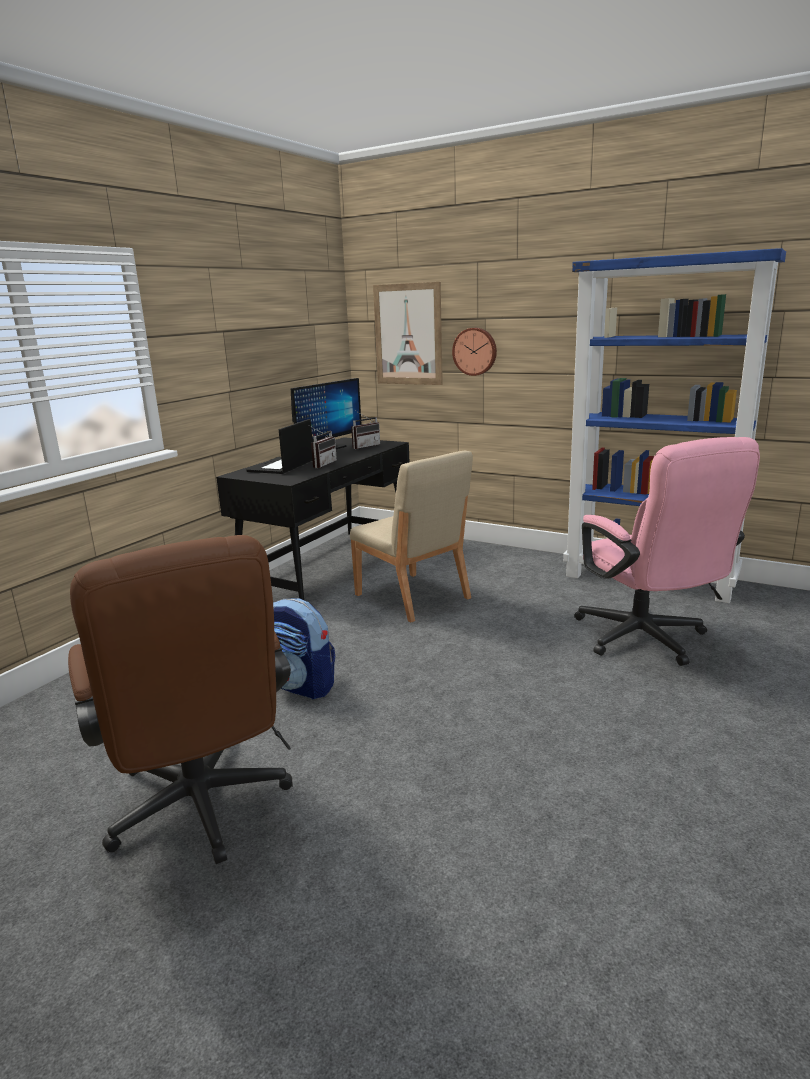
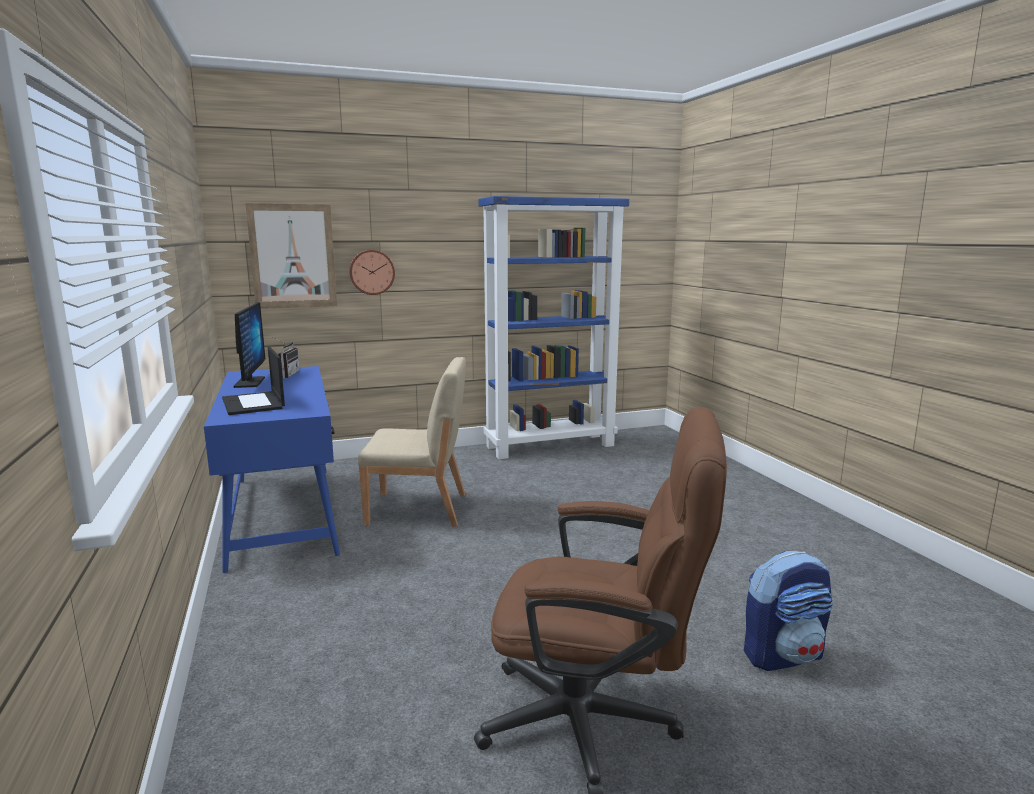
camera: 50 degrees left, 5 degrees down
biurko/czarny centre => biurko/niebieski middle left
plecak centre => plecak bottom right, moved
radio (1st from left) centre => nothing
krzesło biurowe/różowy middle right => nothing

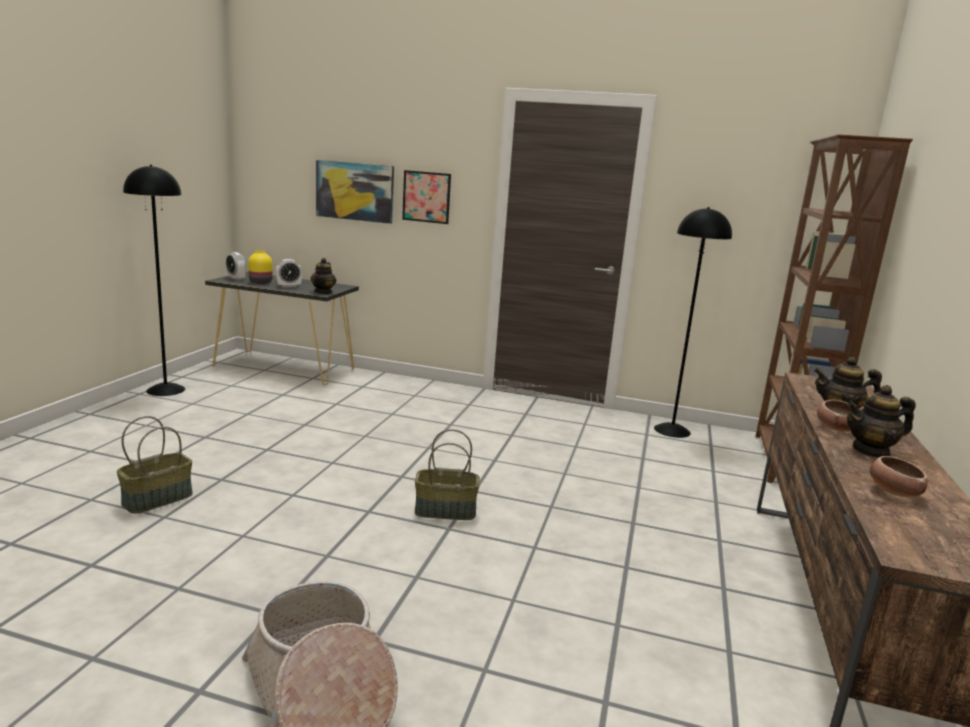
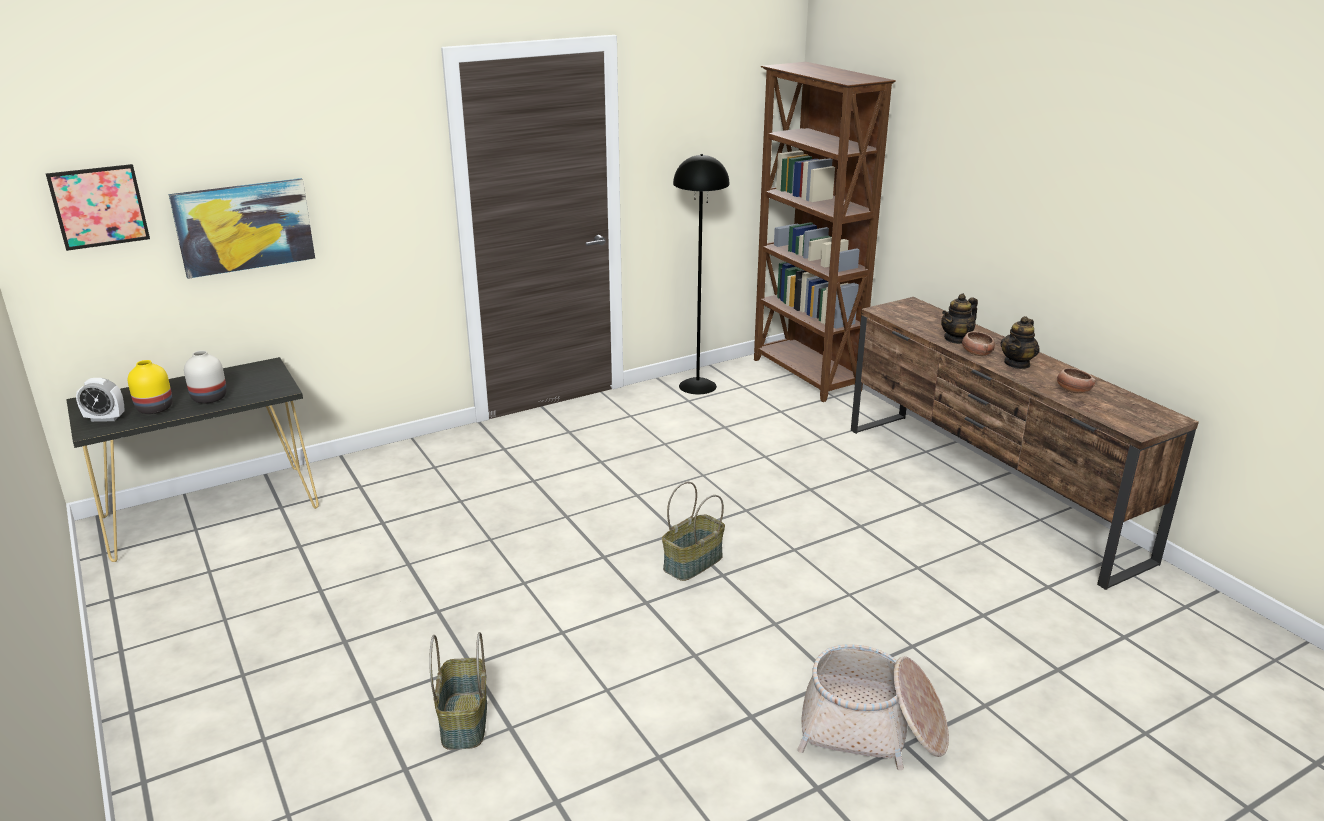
camera: 45 degrees left, 10 degrees up
obraz (2nd from left in the first image) top centre => obraz (1st from left) top left, moved
budzik (2nd from left) middle left => wazon/biały middle left
lampa stojąca/czarny (1st from left) middle left => nothing
imbryk (1st from left) middle left => nothing

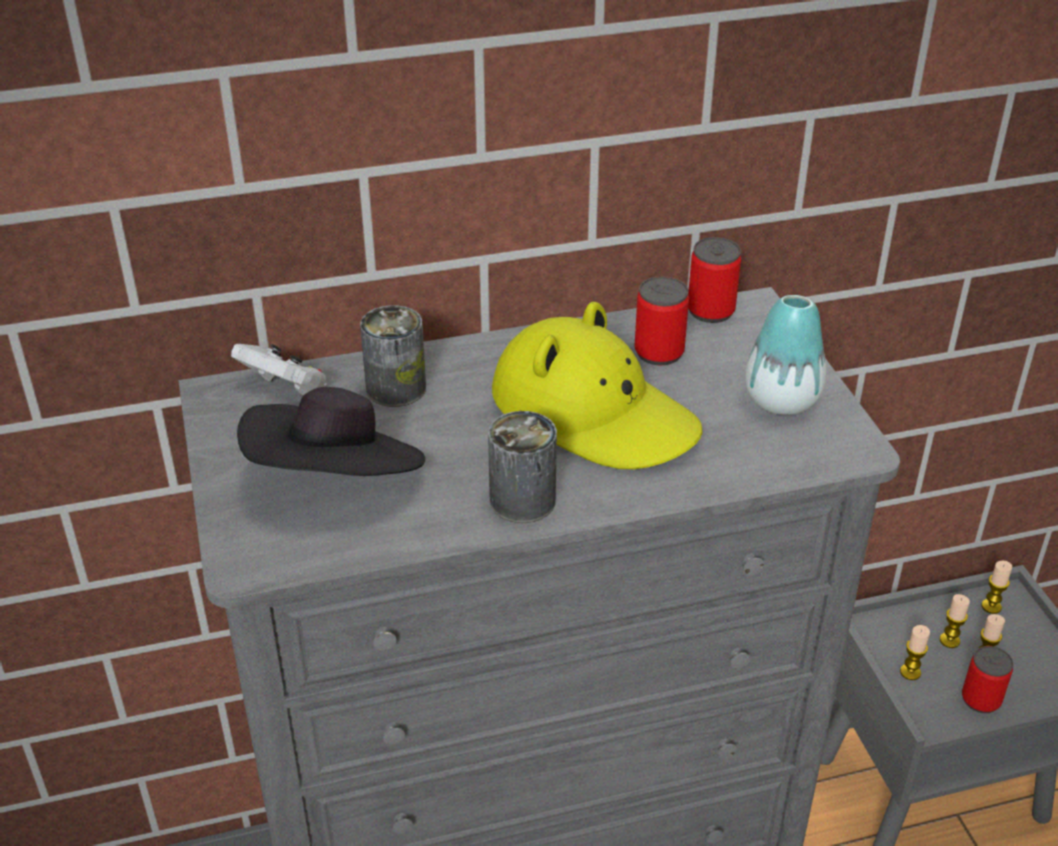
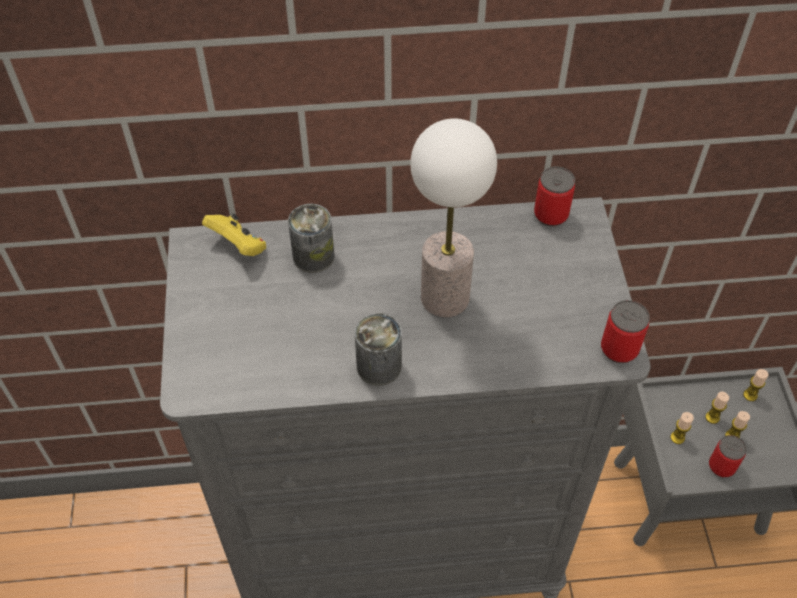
camera: 10 degrees right, 15 degrees up
pad do gier/biały middle left => pad do gier/żółty middle left
kapelusz/żółty centre => lampa stołowa centre
puszka (3rd from left in the first image) centre => puszka (4th from left) middle right, moved
kapelusz/czarny middle left => nothing
wazon middle right => nothing

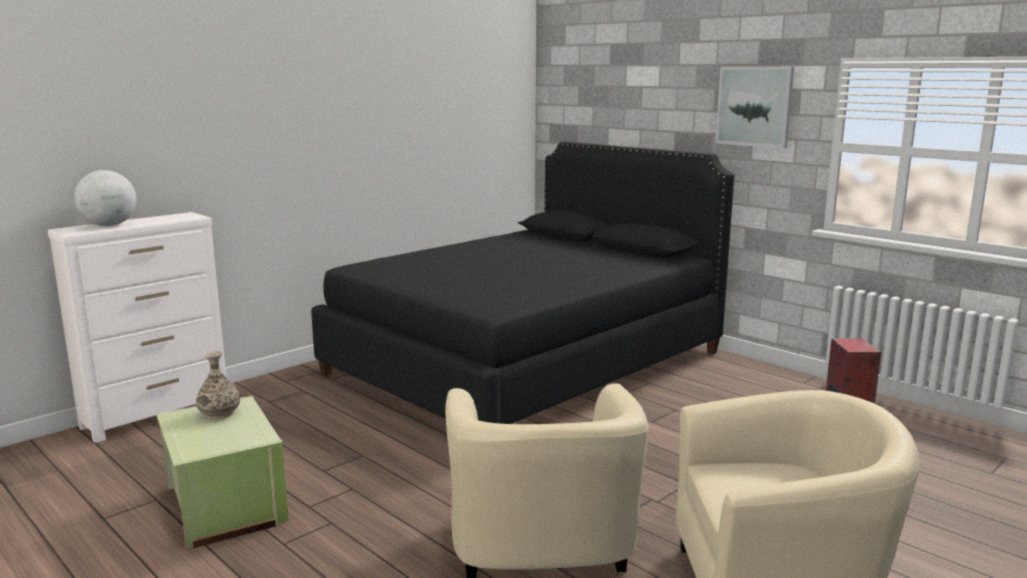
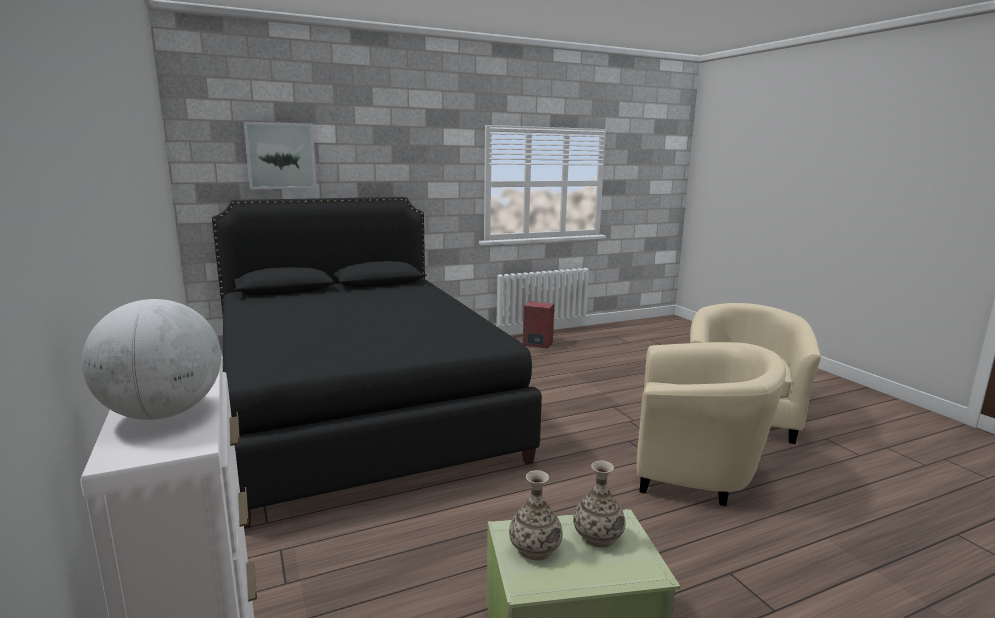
camera: 70 degrees left, 0 degrees up
obraz top right => obraz top left, moved
nothing => wazon (2nd from left) bottom centre

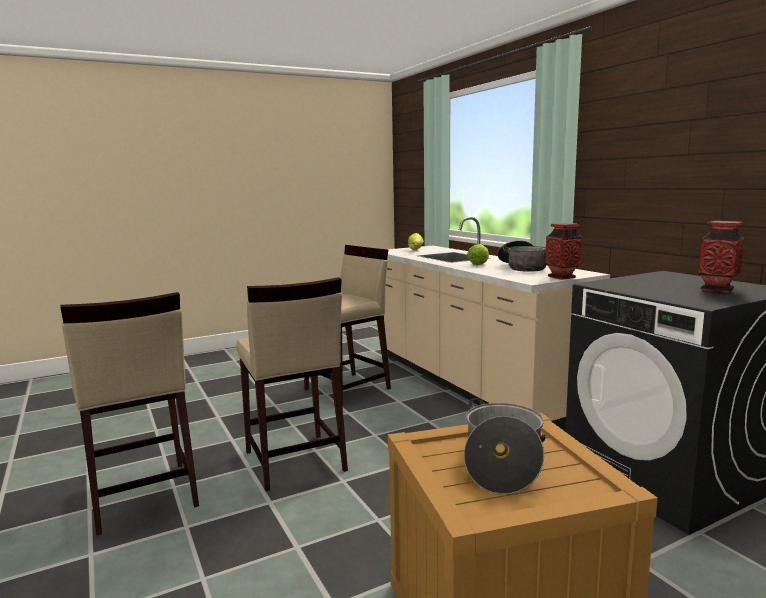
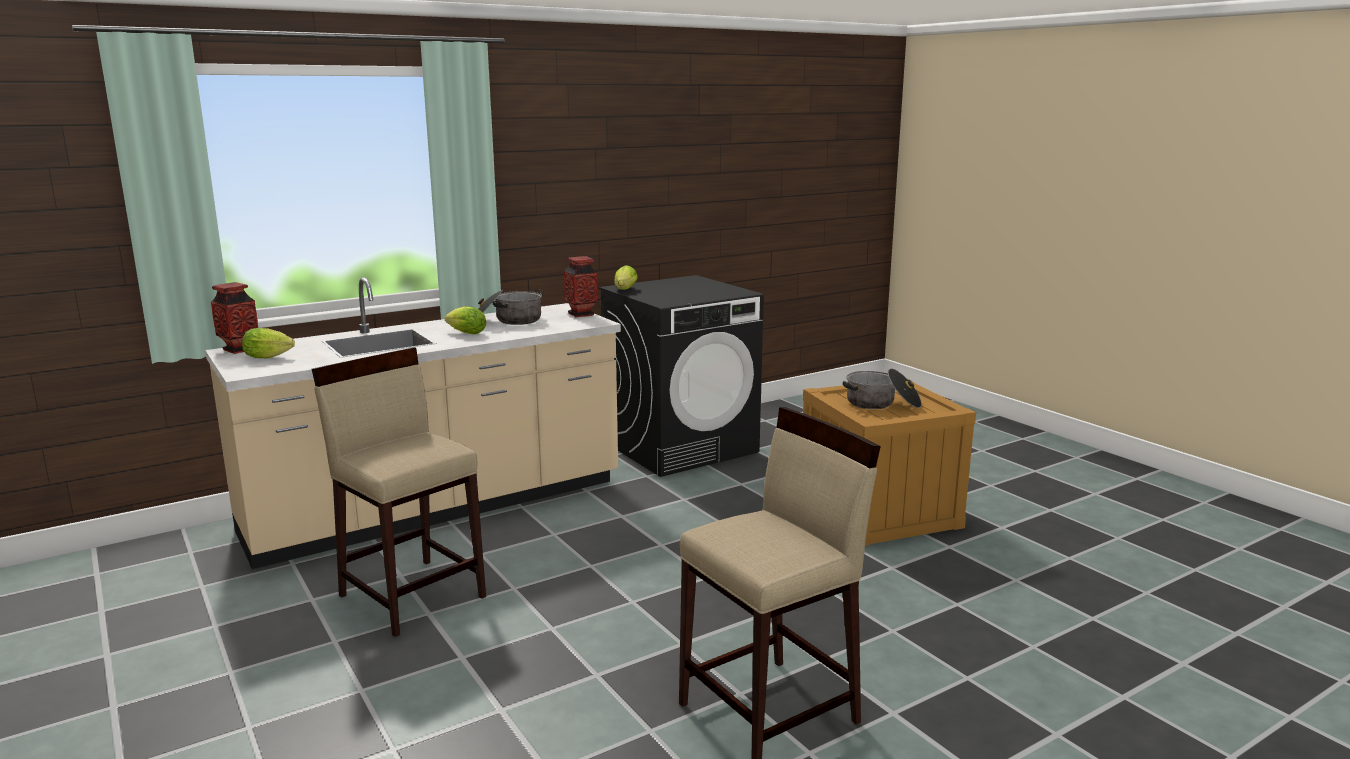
camera: 95 degrees left, 5 degrees up
wazon (2nd from left in the first image) middle right => wazon (1st from left) middle left, moved
nothing => sałata (3rd from left) centre
stołek/beżowy (2nd from left) centre => nothing

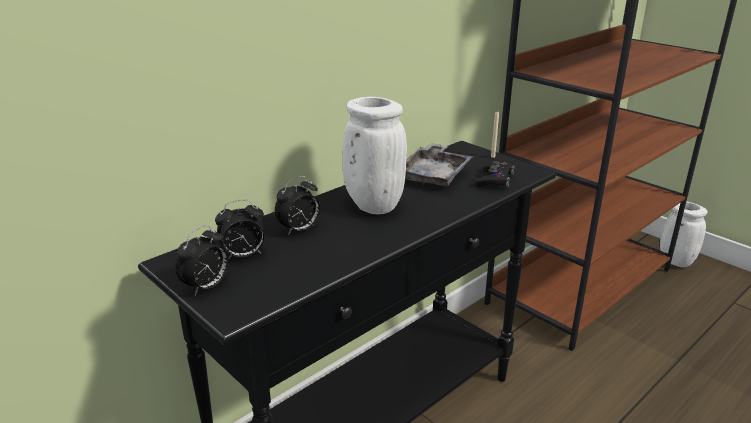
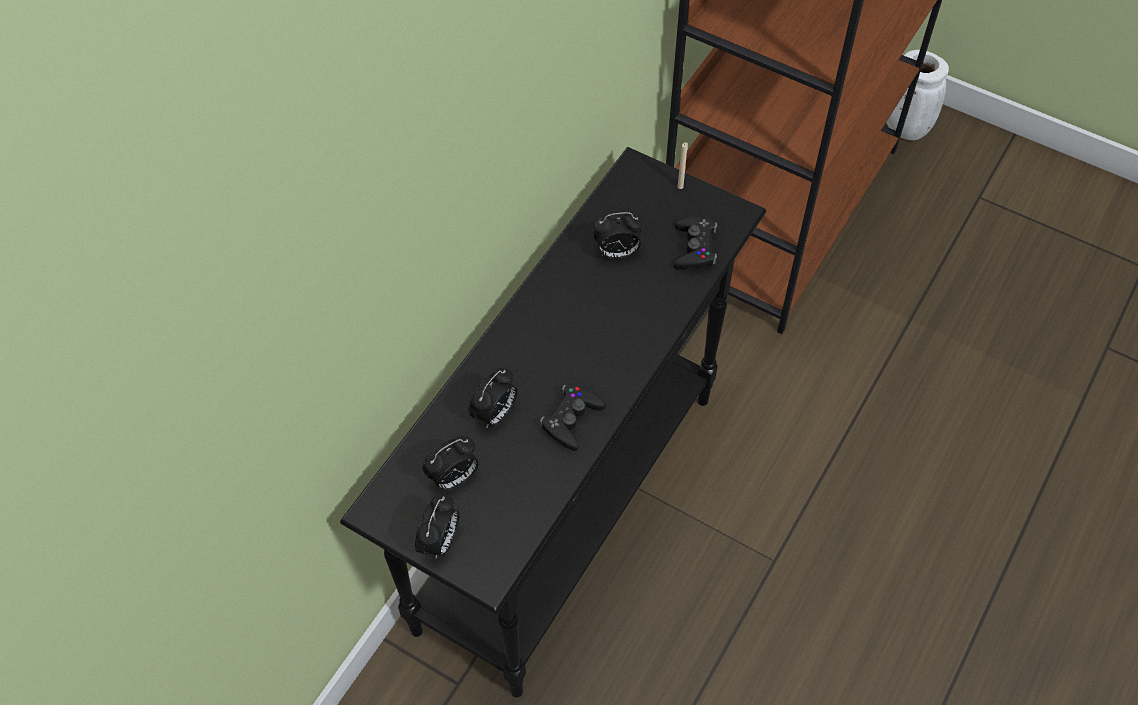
camera: 15 degrees left, 30 degrees up
nothing => pad do gier/czarny (1st from left) centre
taca/szary centre => budzik (4th from left) centre
wazon/biały (1st from left) centre => nothing

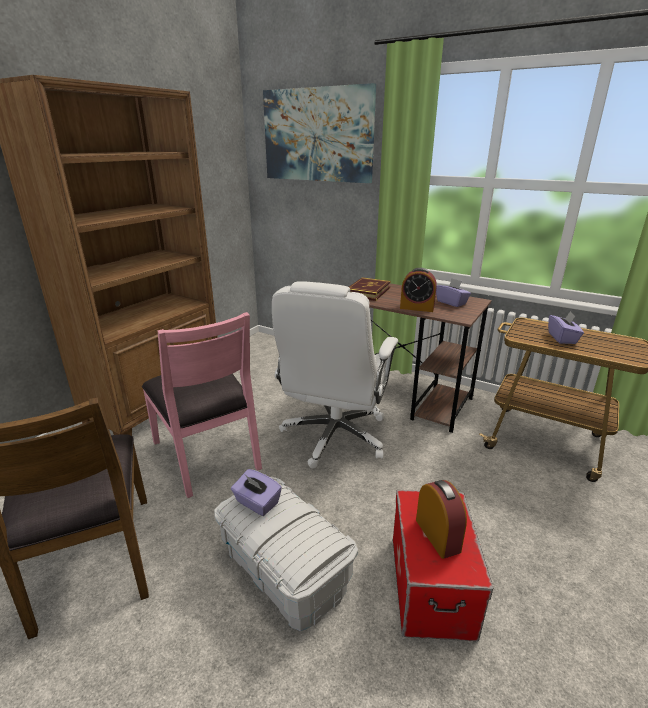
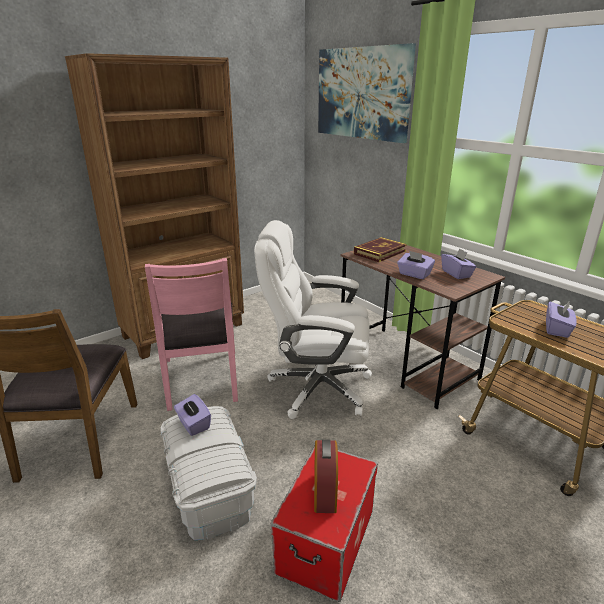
camera: 20 degrees right, 0 degrees up
krzesło biurowe/biały centre, 60 degrees clockwise
budzik (1st from left) centre => pudełko chusteczek/fioletowy (2nd from left) middle right

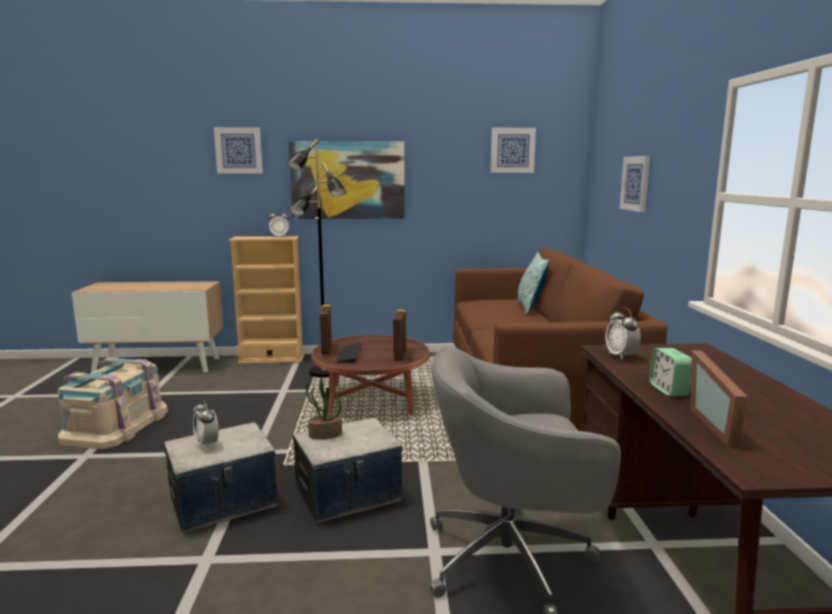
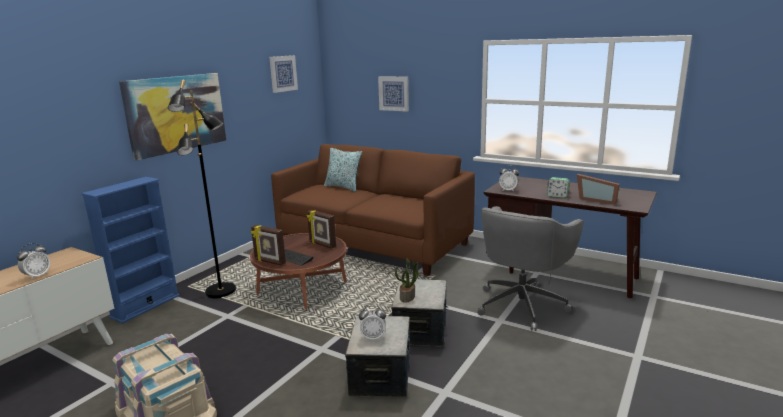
camera: 55 degrees left, 5 degrees up
budzik (2nd from left in the first image) centre => budzik (1st from left) middle left, moved
regał/beżowy middle left => regał/niebieski middle left
obraz (1st from left) top left => nothing

